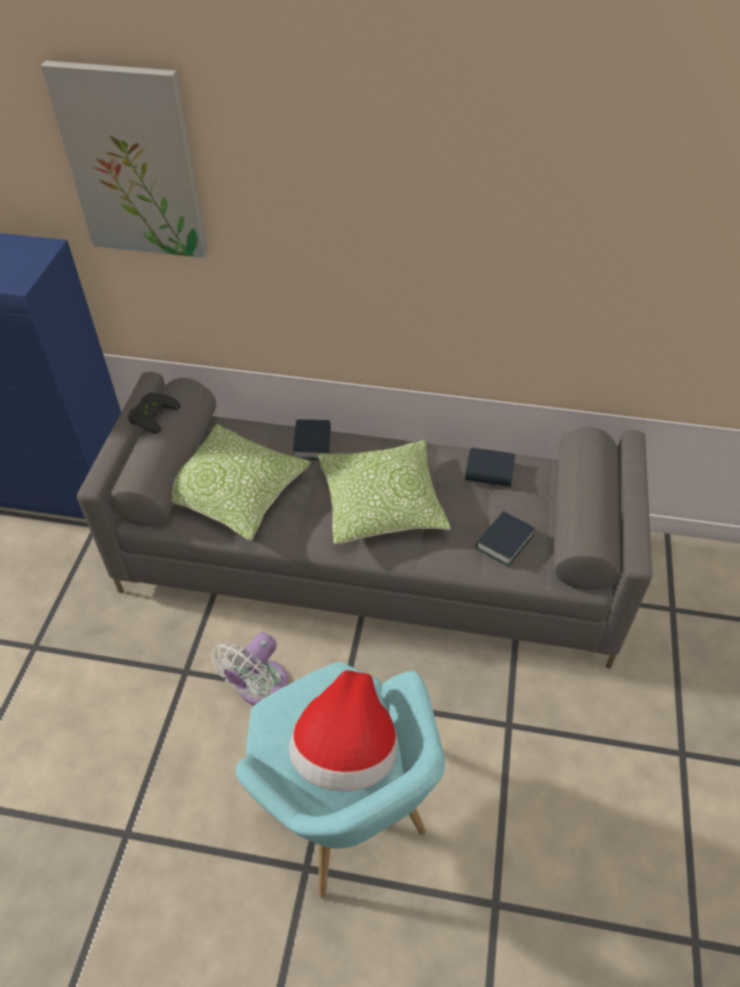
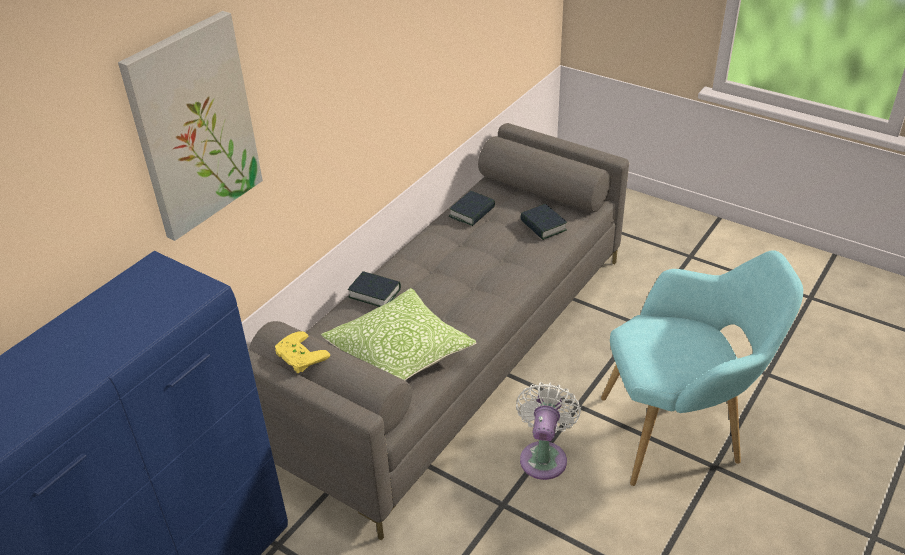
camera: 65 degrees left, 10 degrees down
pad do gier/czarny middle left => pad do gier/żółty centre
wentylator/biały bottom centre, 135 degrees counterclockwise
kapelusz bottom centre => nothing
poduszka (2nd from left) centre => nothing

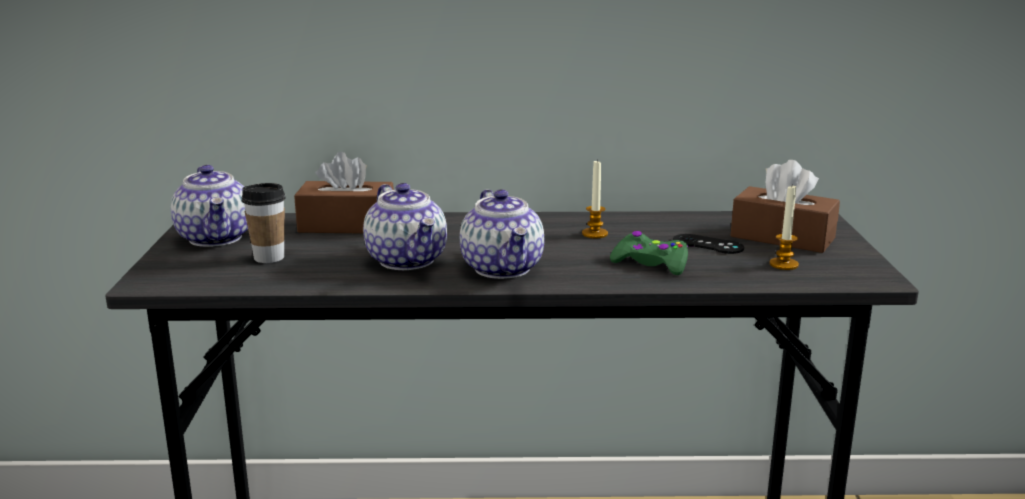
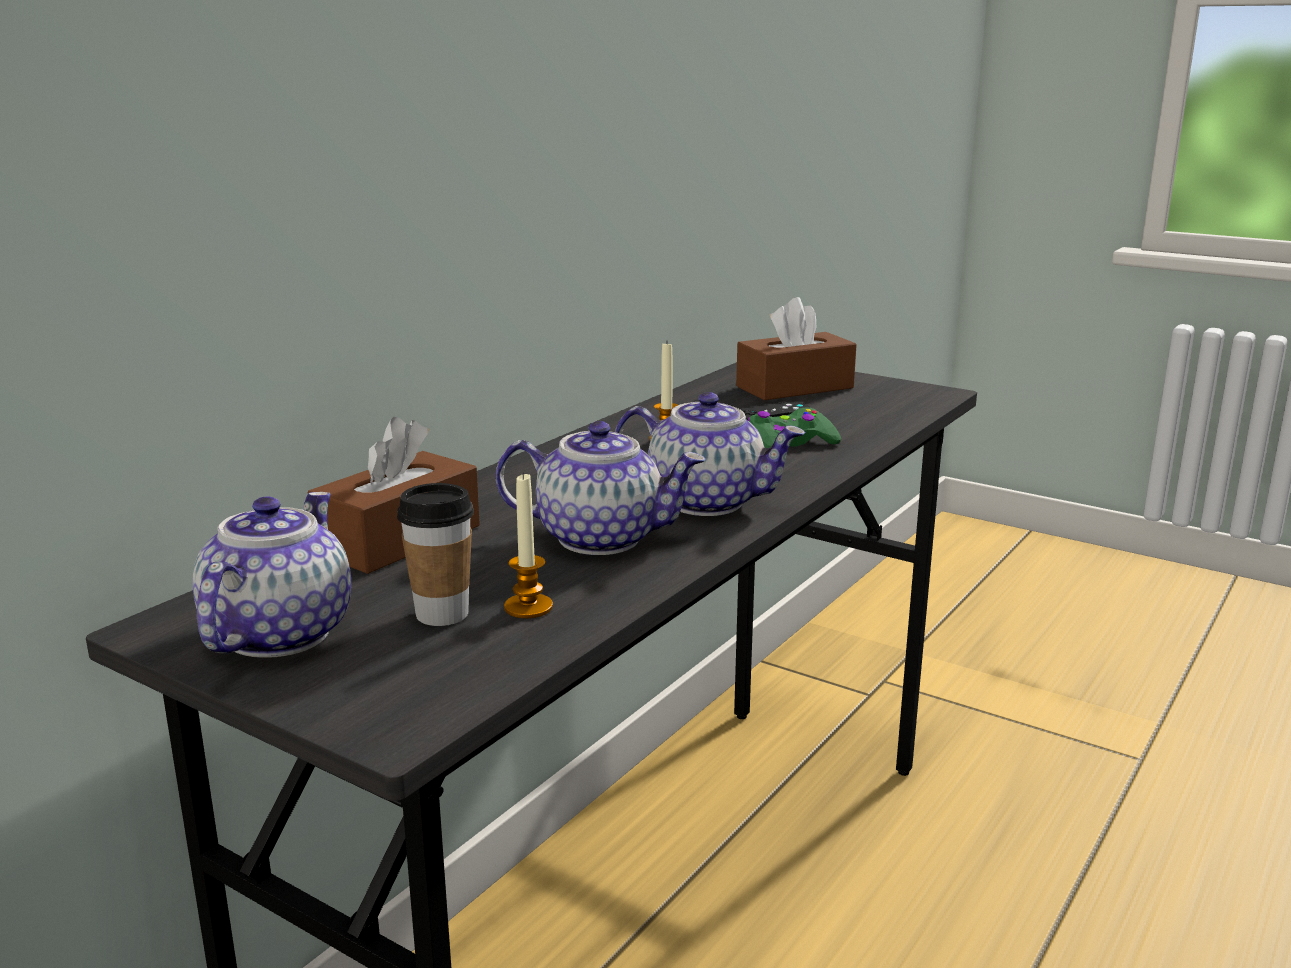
camera: 55 degrees left, 0 degrees up
imbryk (1st from left) middle left, 90 degrees counterclockwise
świeca (2nd from left in the first image) middle right => świeca (1st from left) centre, moved

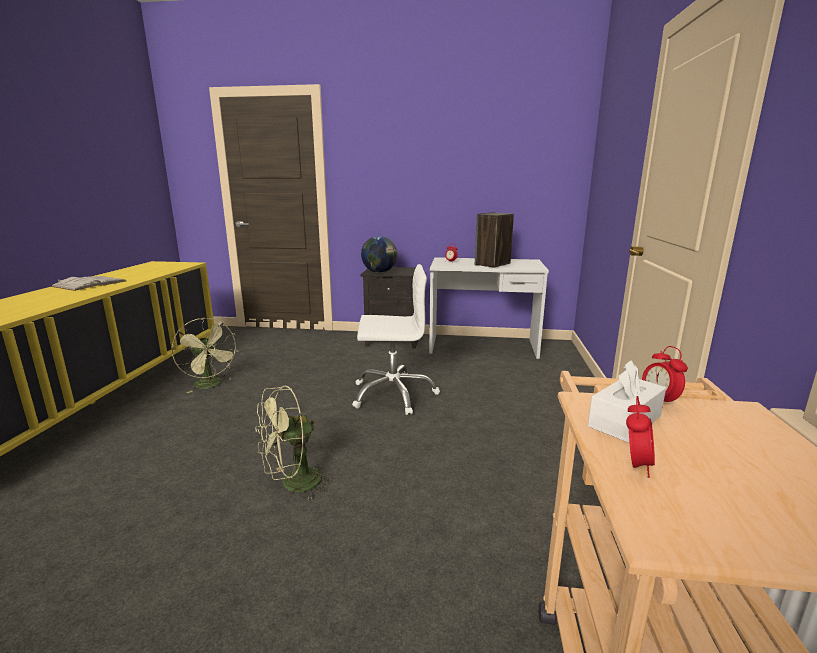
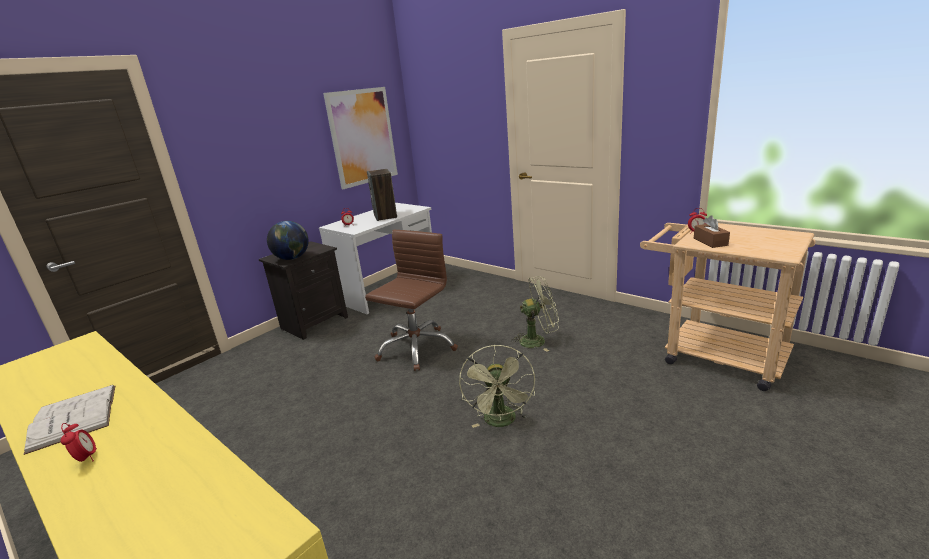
camera: 55 degrees left, 5 degrees up
budzik (2nd from left in the first image) bottom right => budzik (1st from left) bottom left, moved
nothing => obraz top centre
krzesło biurowe/biały centre => krzesło biurowe/brązowy centre
wentylator/zielony (1st from left in the first image) middle left => wentylator/zielony (2nd from left) centre, moved
pudełko chusteczek/biały middle right => pudełko chusteczek/brązowy middle right

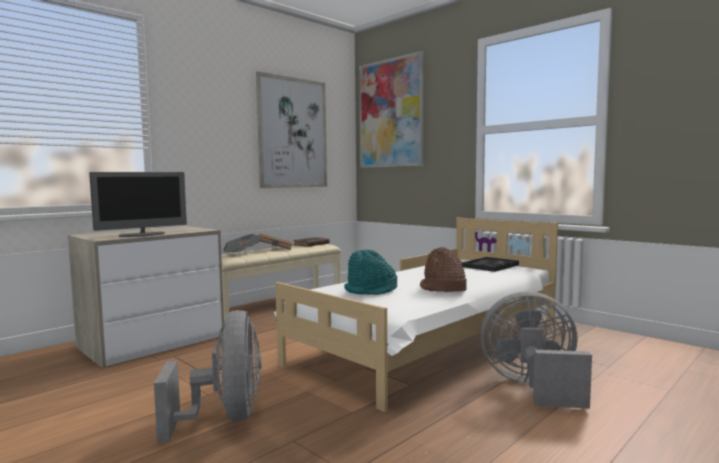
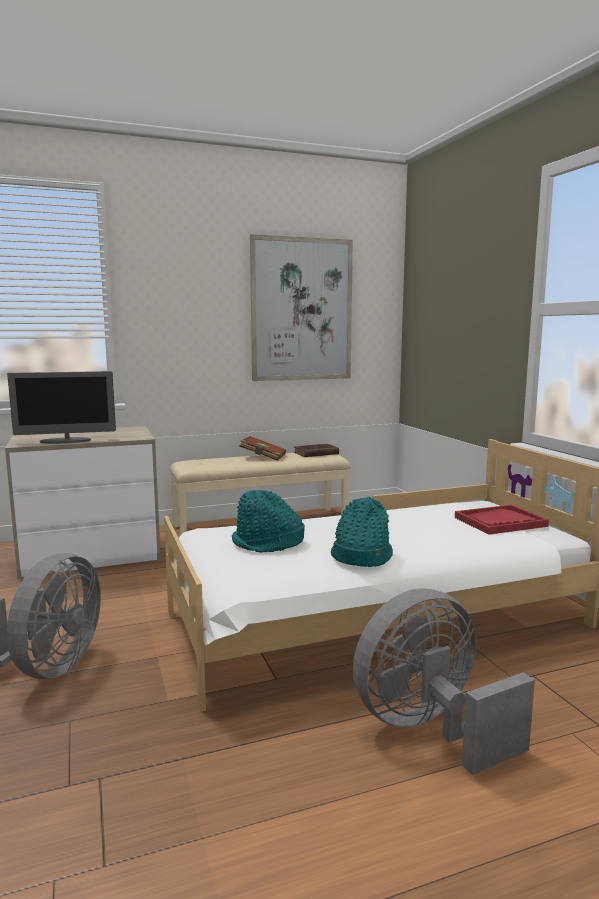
camera: 25 degrees right, 5 degrees up
kapelusz/brązowy centre => kapelusz/turkusowy (2nd from left) centre
wentylator/szary (2nd from left) bottom right, 60 degrees counterclockwise
taca/czarny middle right => taca/czerwony middle right
gazeta centre => nothing
obraz (2nd from left) top centre => nothing

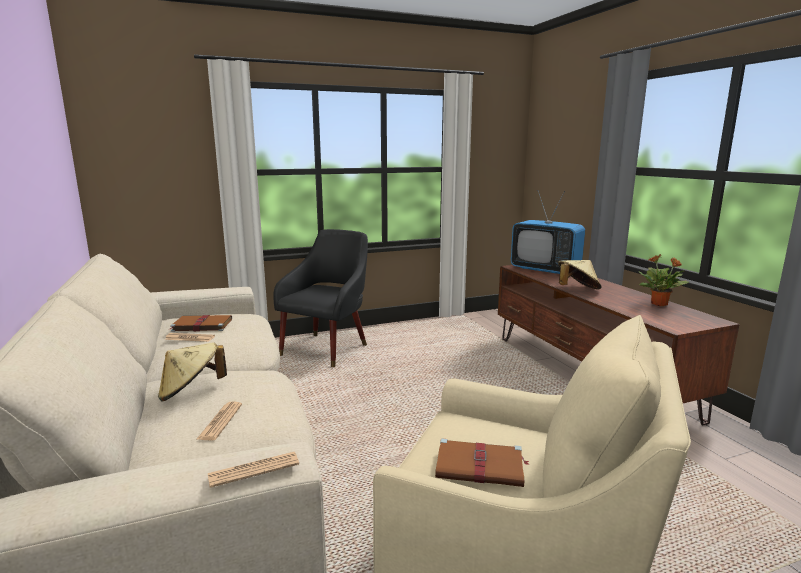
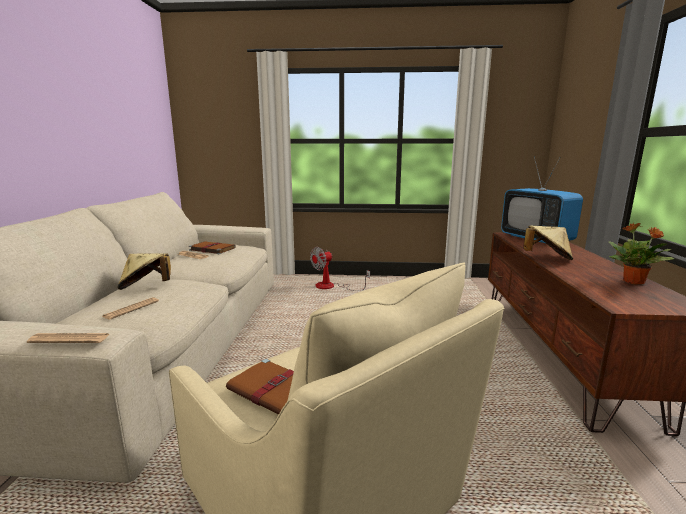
camera: 25 degrees right, 0 degrees up
fotel/czarny centre => wentylator centre

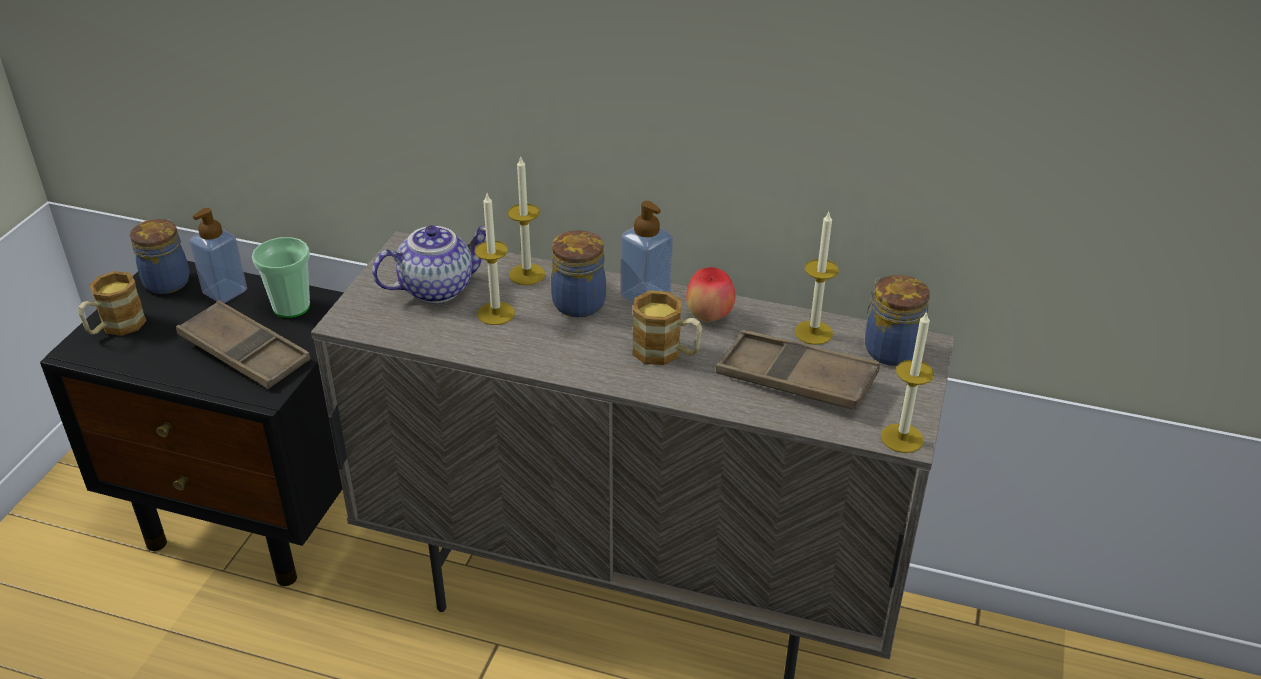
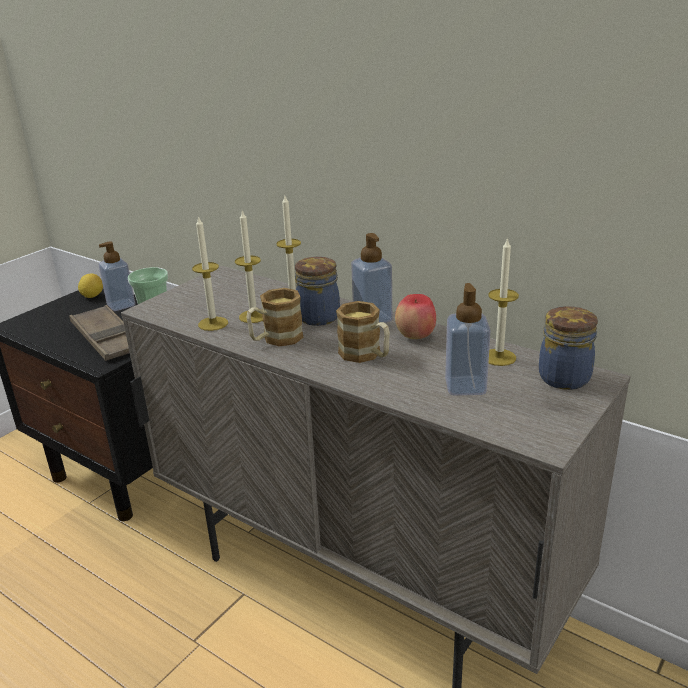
camera: 20 degrees right, 10 degrees down
słoik (1st from left) middle left => cytryna middle left
świeca (4th from left in the first image) middle right => świeca (1st from left) middle left, moved
kubek (1st from left) middle left => kubek (1st from left) centre, moved
taca/brązowy (2nd from left) centre => dozownik mydła (3rd from left) middle right
imbryk centre => nothing

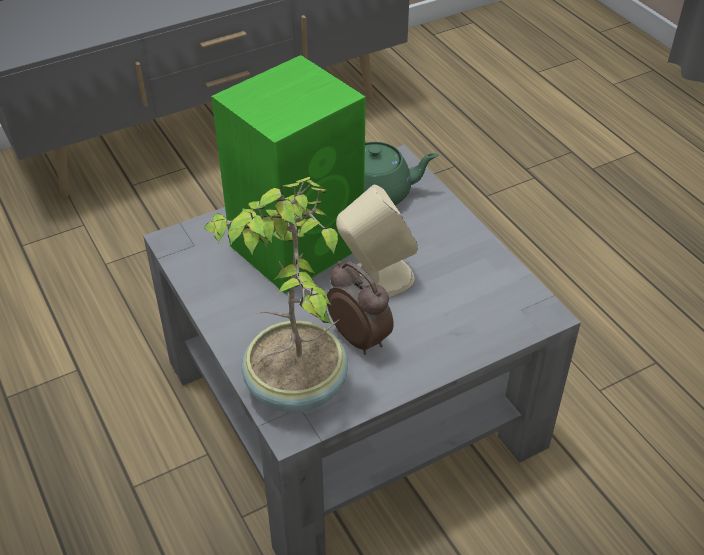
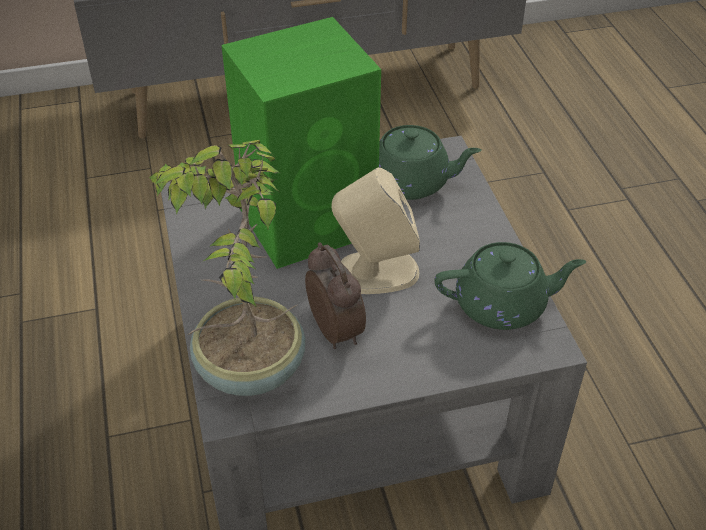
camera: 15 degrees right, 0 degrees up
nothing => imbryk/zielony (2nd from left) middle right

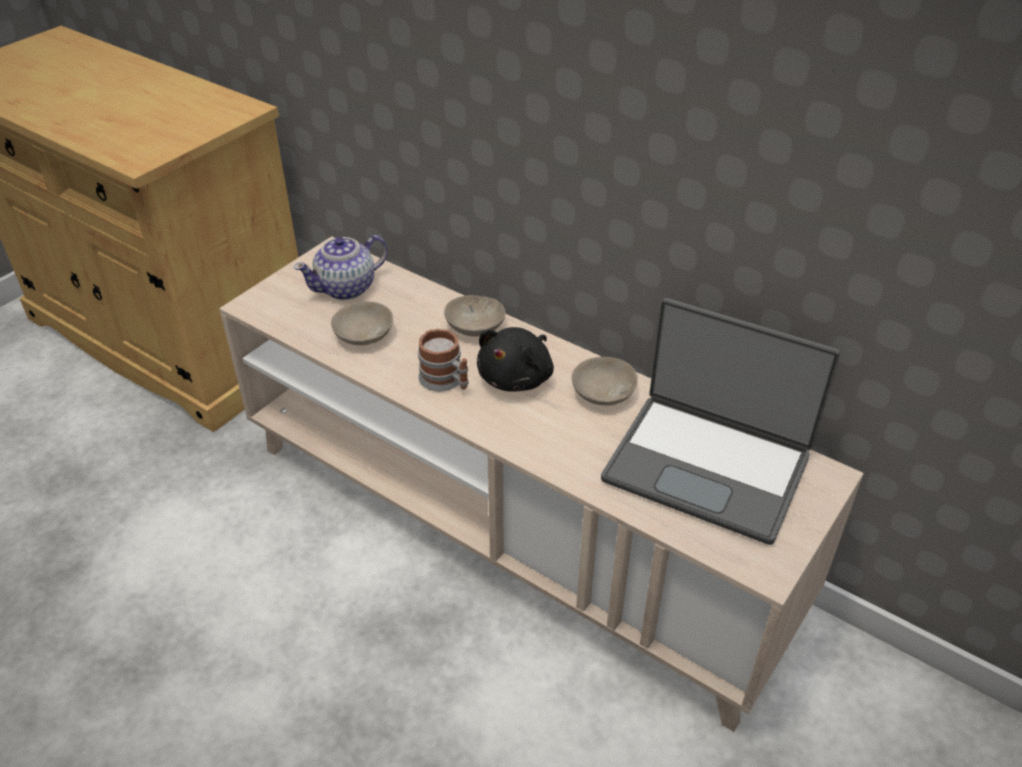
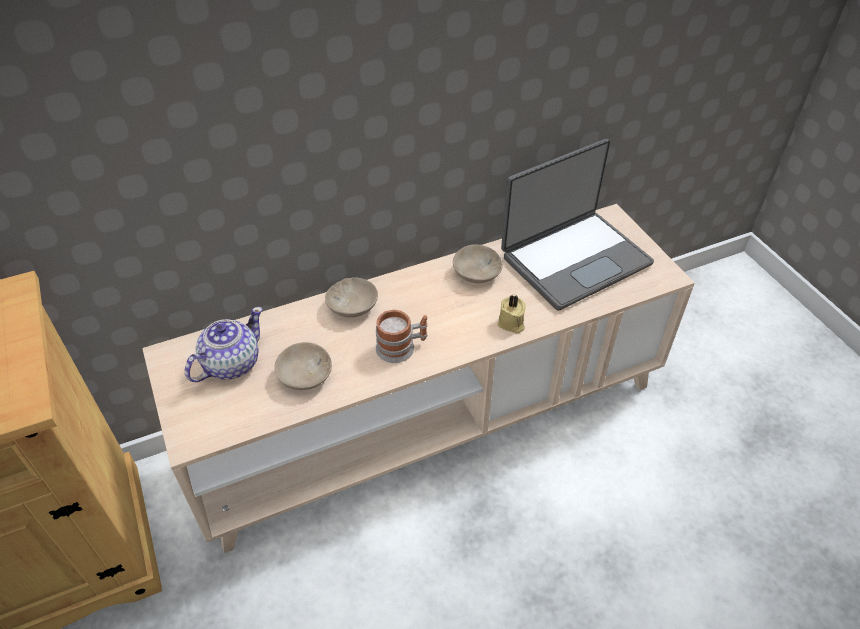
camera: 60 degrees left, 5 degrees up
imbryk centre => imbryk middle left, 135 degrees counterclockwise
nothing => świeca/beżowy centre
pluszak/czarny centre => nothing

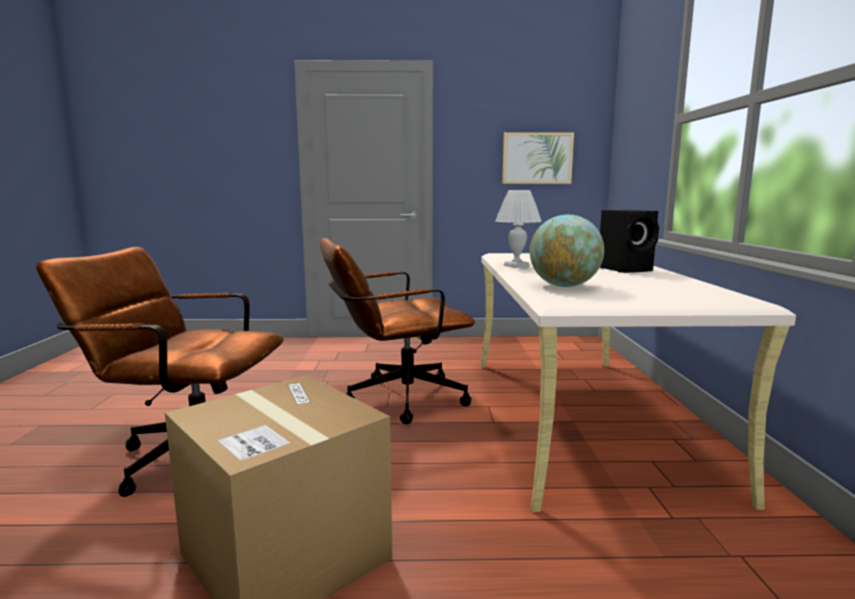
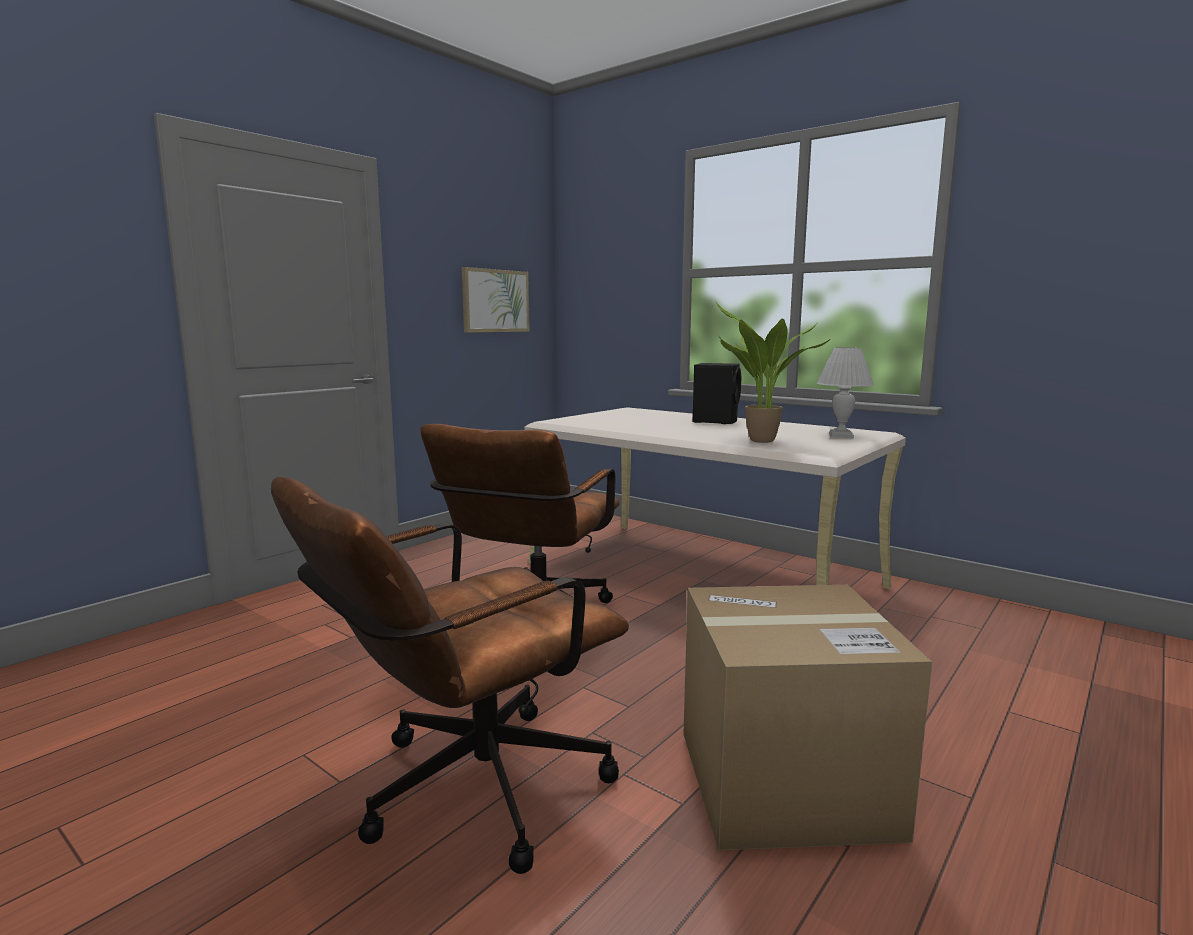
camera: 50 degrees left, 0 degrees up
globus centre => roślina doniczkowa centre
lampa stołowa/biały centre => lampa stołowa/biały middle right, moved

